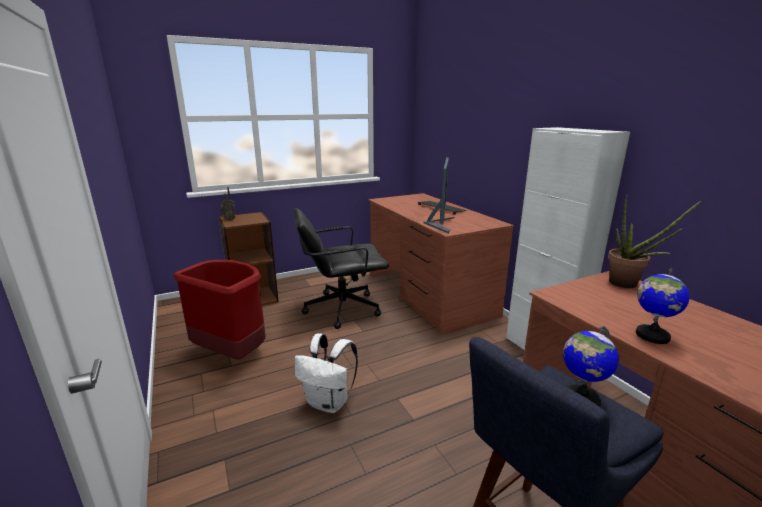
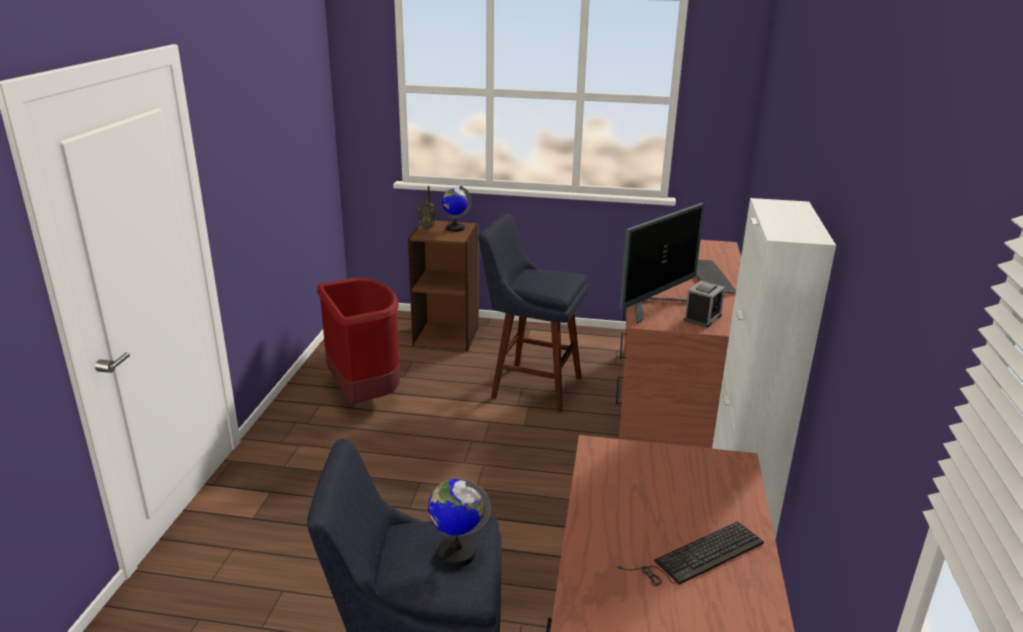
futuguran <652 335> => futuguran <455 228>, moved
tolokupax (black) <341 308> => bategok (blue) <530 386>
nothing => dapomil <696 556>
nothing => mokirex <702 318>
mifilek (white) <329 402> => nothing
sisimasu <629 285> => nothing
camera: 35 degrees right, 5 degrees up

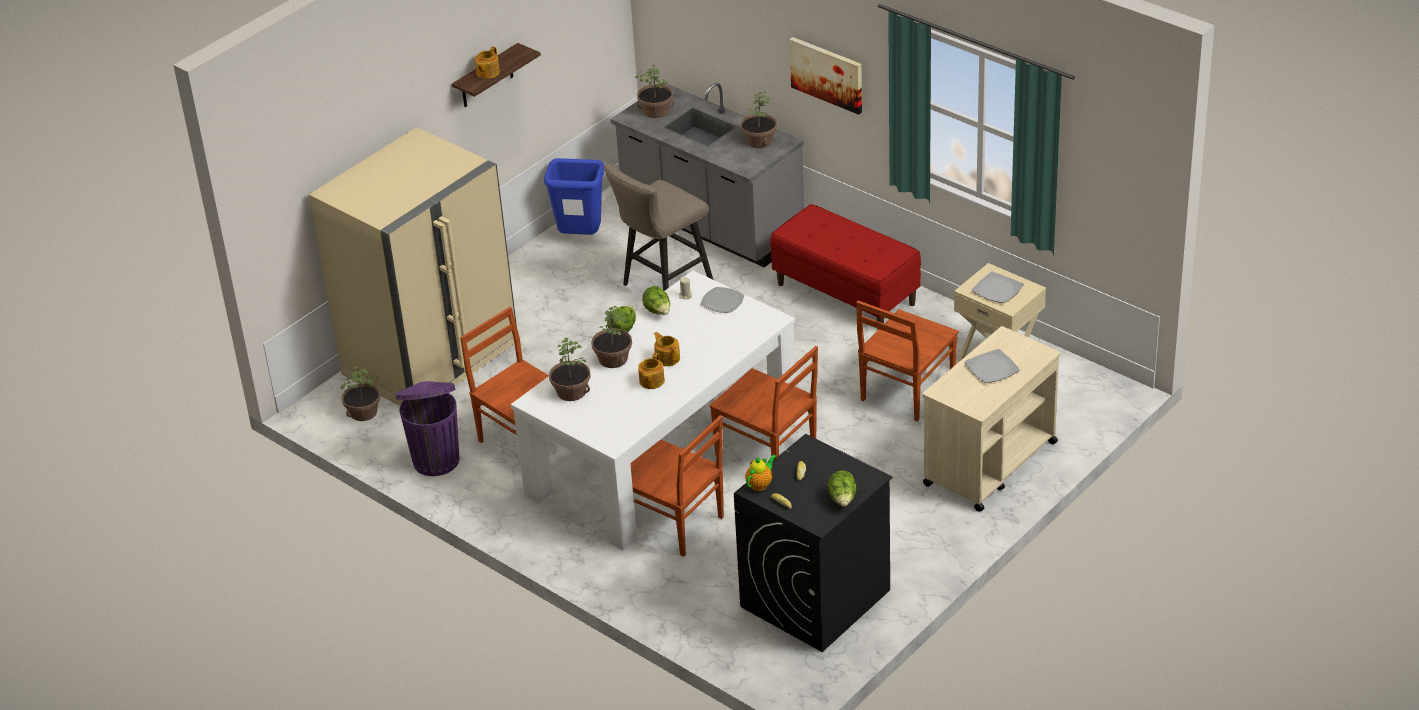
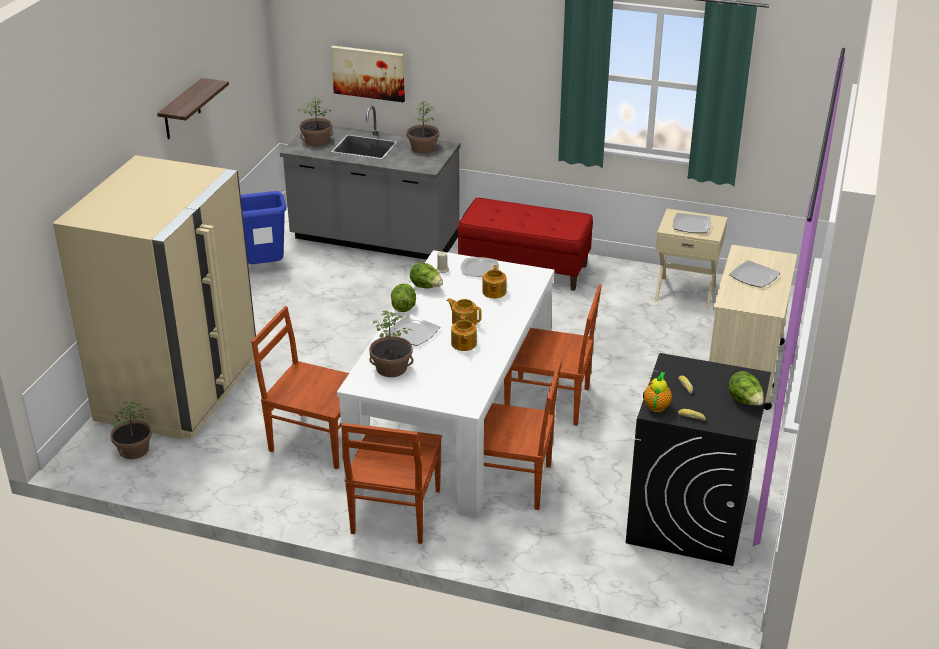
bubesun <827 74> => bubesun <368 73>, moved
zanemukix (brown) <906 392> => zanemukix (brown) <395 513>, moved
sisimasu <612 359> => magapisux <412 333>
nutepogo <487 72> => nutepogo <494 292>, moved
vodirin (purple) <436 459> => nothing
bategok (beige) <662 285> => nothing
camera: 25 degrees left, 5 degrees down

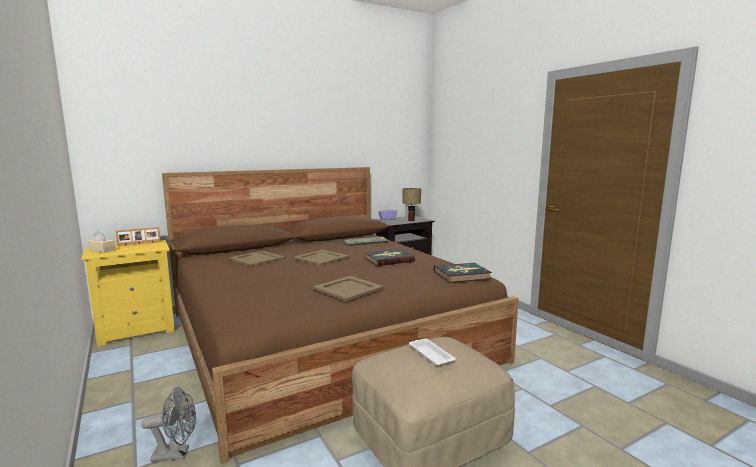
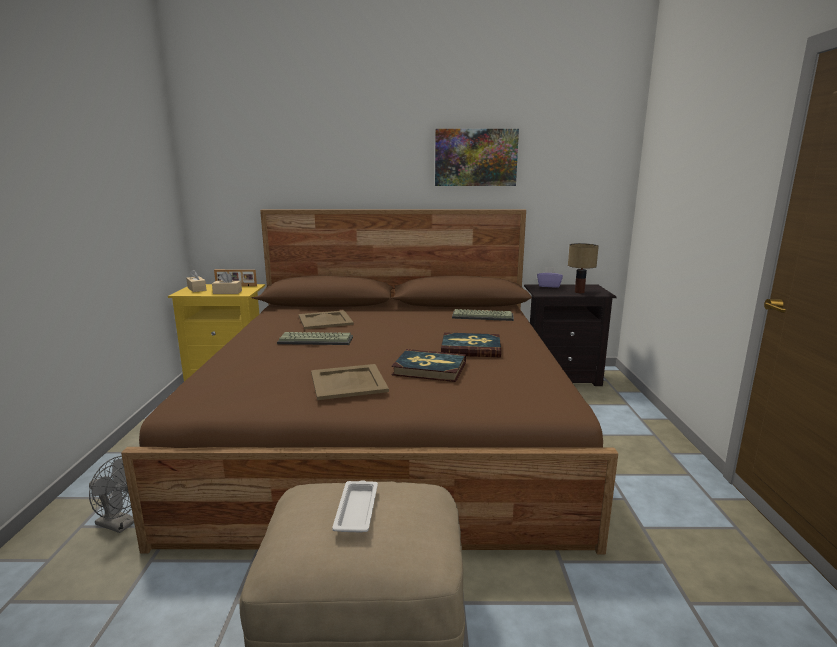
nothing => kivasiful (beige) <227 292>
nothing => dapomil <316 340>
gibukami <462 275> => gibukami <429 368>, moved
nothing => bubesun <475 157>
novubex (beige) <321 258> => nothing
camera: 30 degrees right, 5 degrees up

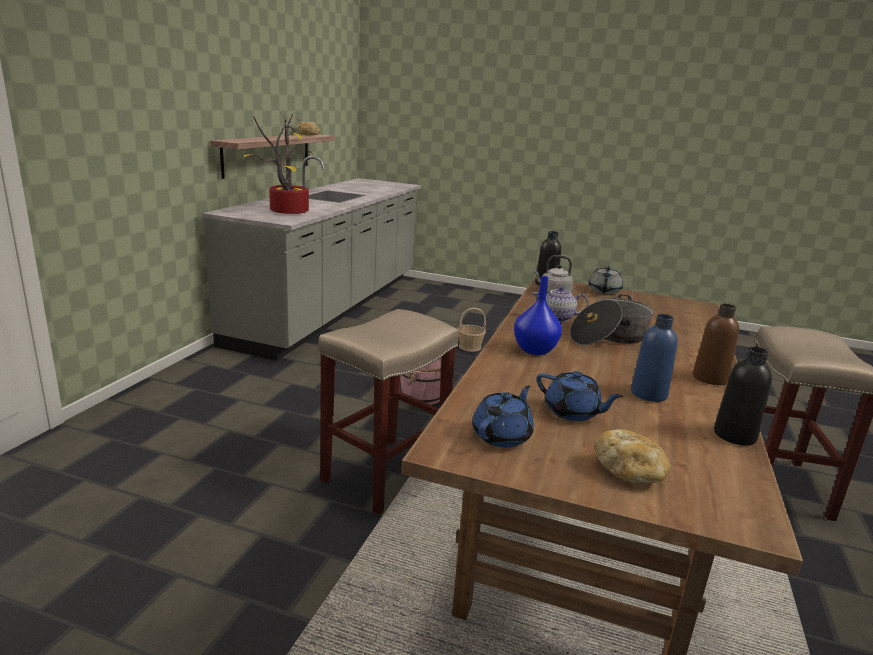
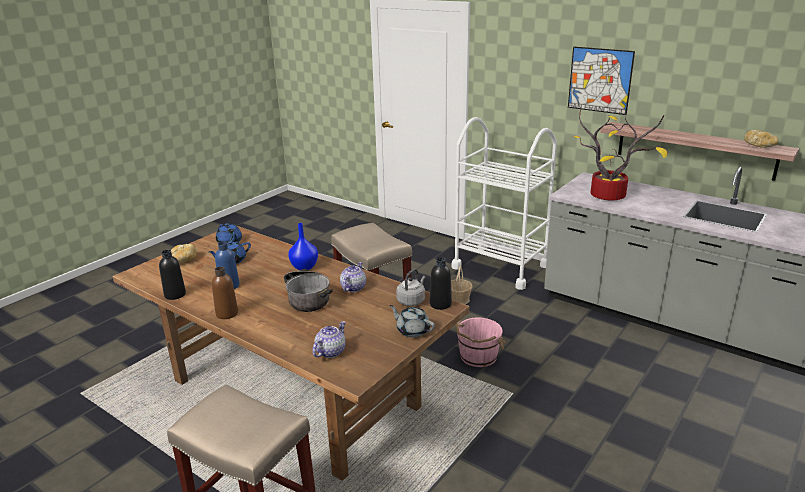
nothing => nutepogo <330 351>
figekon <469 347> => figekon <459 299>, moved
nothing => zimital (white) <500 266>
nothing => bubesun <600 80>
camera: 110 degrees right, 5 degrees up

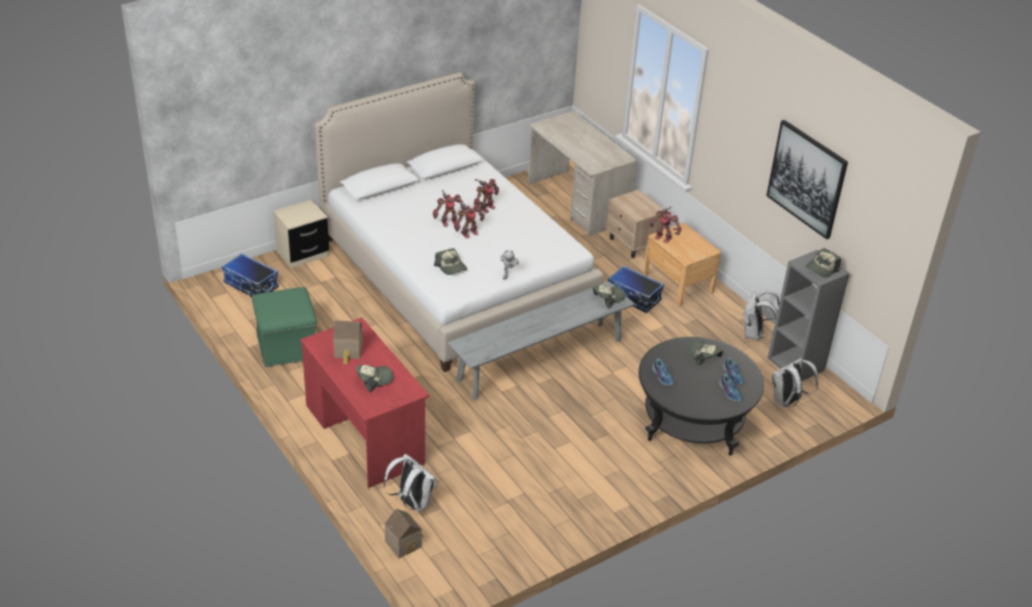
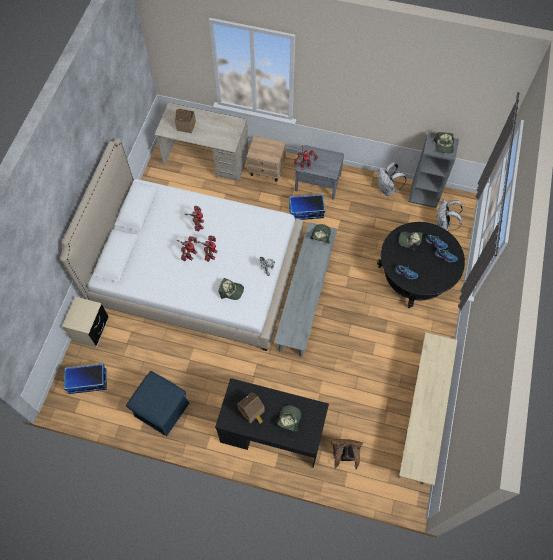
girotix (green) <286 346> => girotix (blue) <161 409>
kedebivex <404 543> => kedebivex <186 125>, moved
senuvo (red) <364 434> => senuvo (black) <272 433>
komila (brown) <678 283> => komila (grey) <318 182>
mifilek (white) <412 503> => mifilek (brown) <344 456>
nothing => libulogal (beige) <422 415>
bubesun <807 178> => nothing
camera: 40 degrees left, 25 degrees up

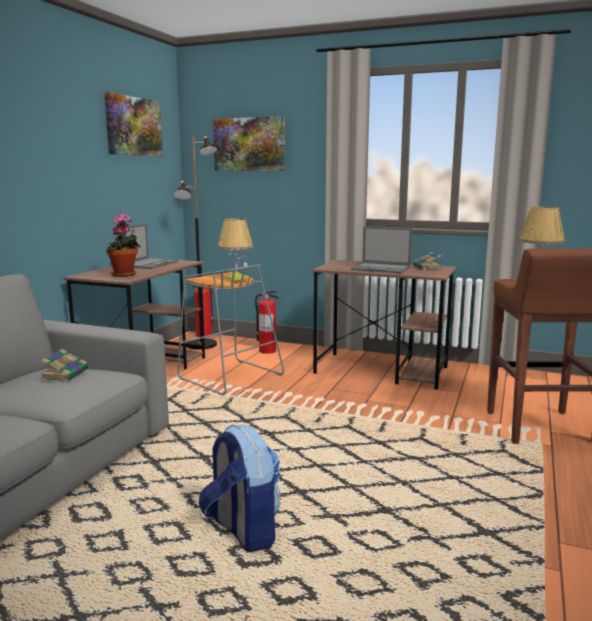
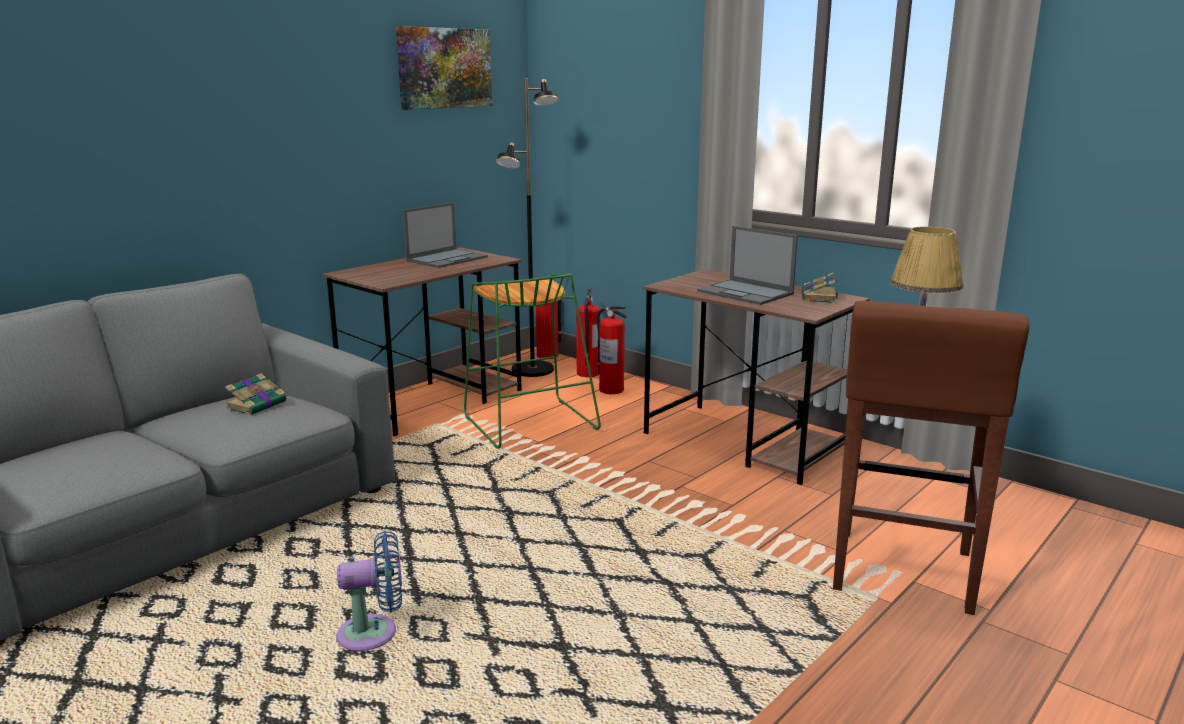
mifilek <242 531> => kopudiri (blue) <374 633>
bategok (grey) <229 377> => bategok (green) <528 423>
nothing => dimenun <588 373>
sisimasu <125 275> => nothing
bubesun <249 144> => nothing
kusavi <236 278> => nothing
camera: 20 degrees right, 5 degrees up

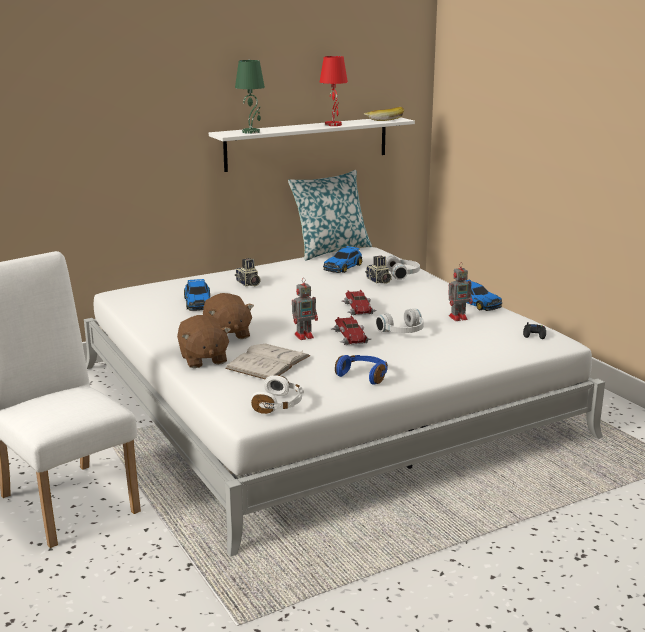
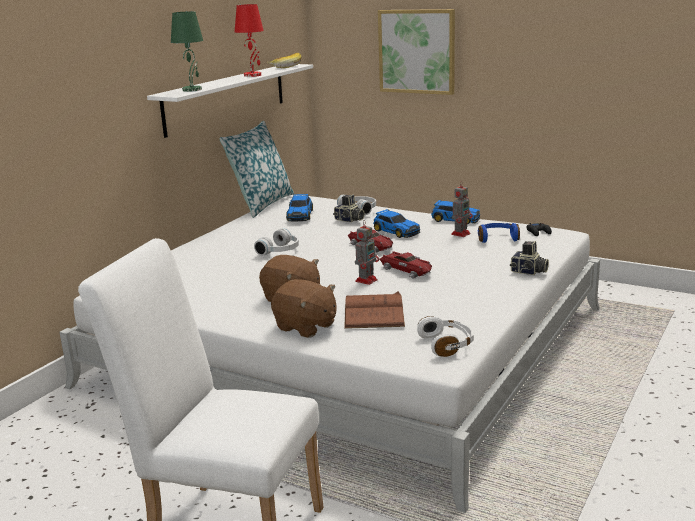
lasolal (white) <403 331> => lasolal (white) <281 251>, moved
gibukami (white) <268 362> => gibukami (brown) <374 311>
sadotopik <198 303> => sadotopik <396 231>, moved
nothing => bubesun <417 51>
lasolal (blue) <363 375> => lasolal (blue) <497 238>, moved
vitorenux <248 284> => vitorenux <529 272>, moved
camera: 30 degrees left, 0 degrees up

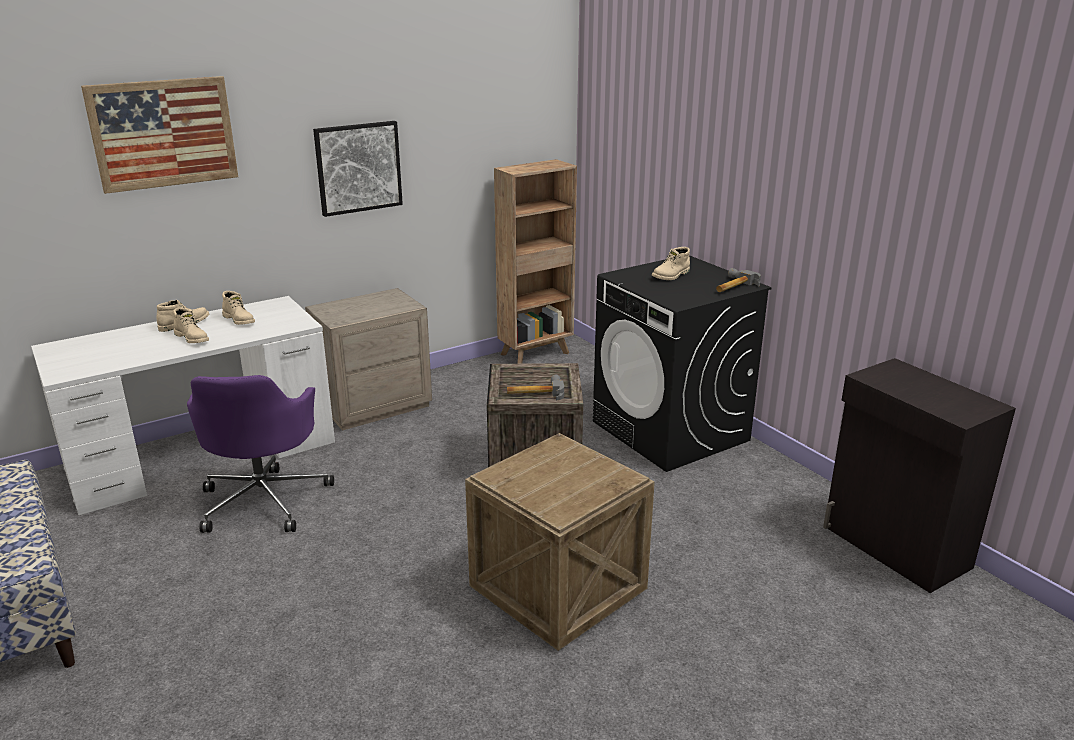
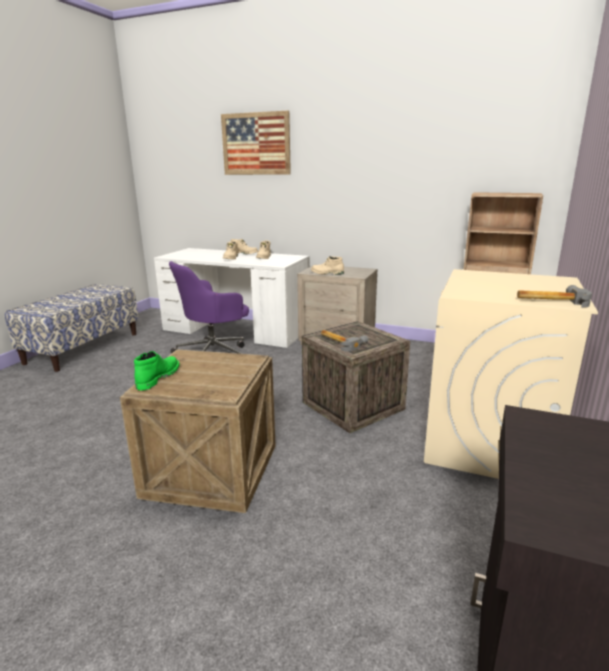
nothing => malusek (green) <157 378>
malusek (beige) <671 276> => malusek (beige) <327 273>, moved
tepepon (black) <671 431> => tepepon (beige) <488 443>
bubesun <358 167> => nothing
camera: 55 degrees right, 5 degrees down

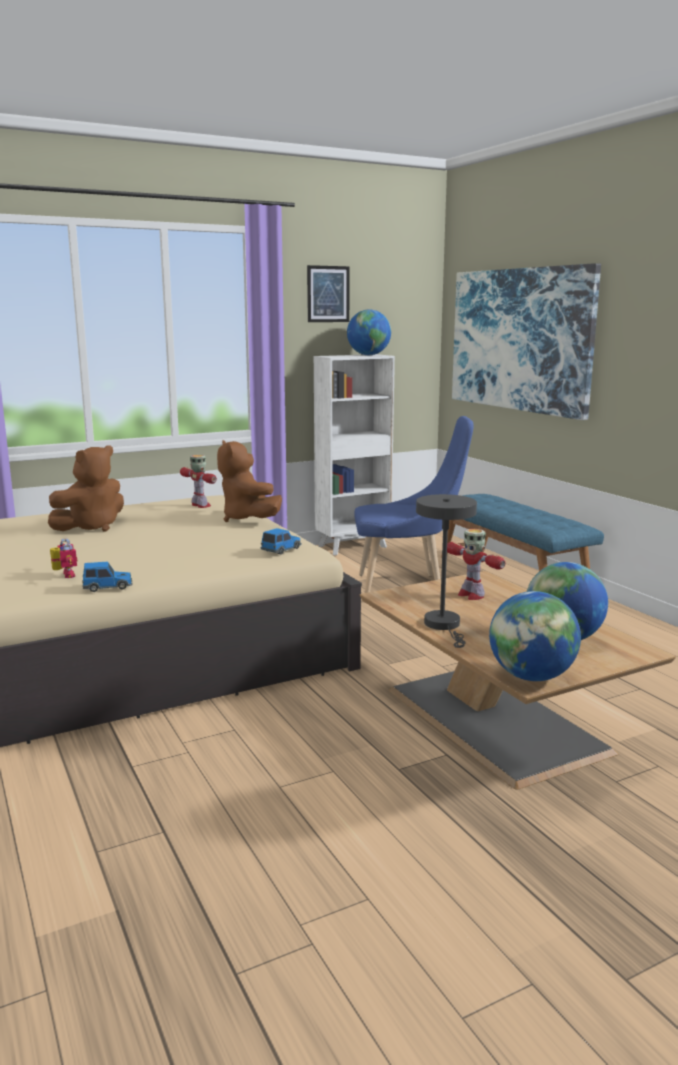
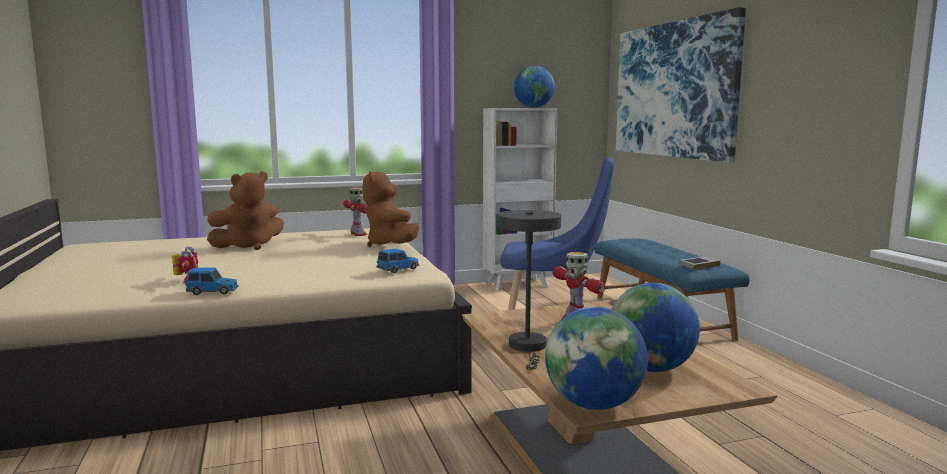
nothing => gibukami <699 265>
bubesun <328 294> => nothing
camera: 10 degrees right, 5 degrees down

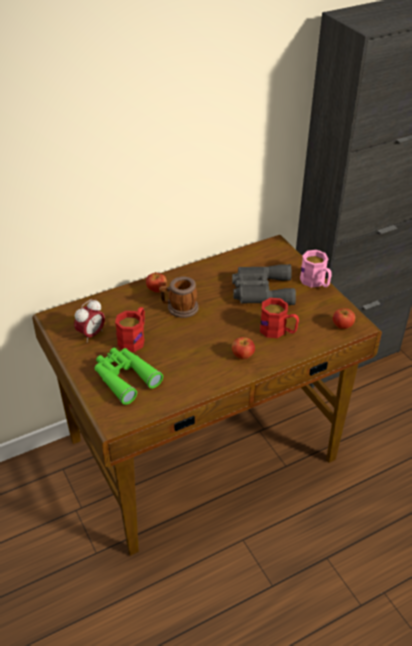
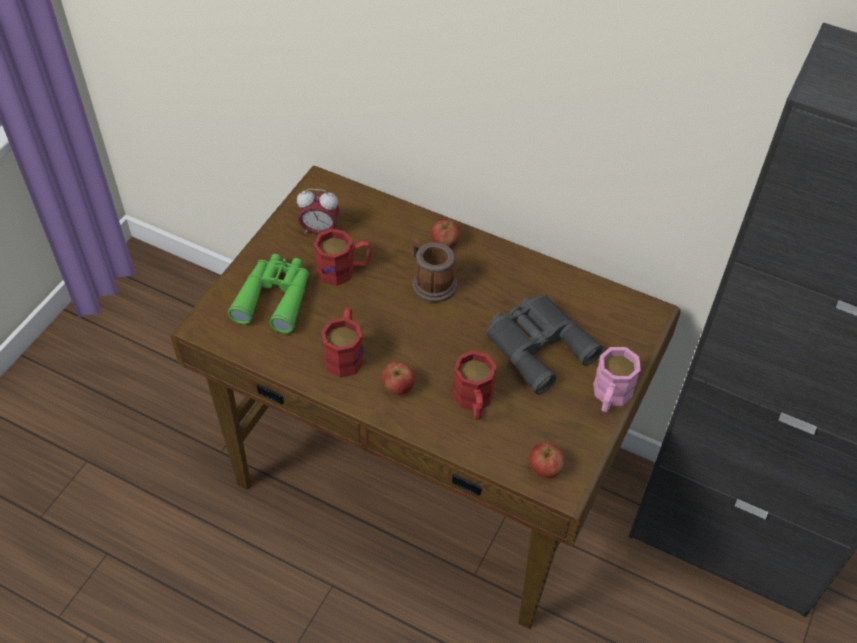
nothing => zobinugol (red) <345 353>
camera: 55 degrees right, 10 degrees up

